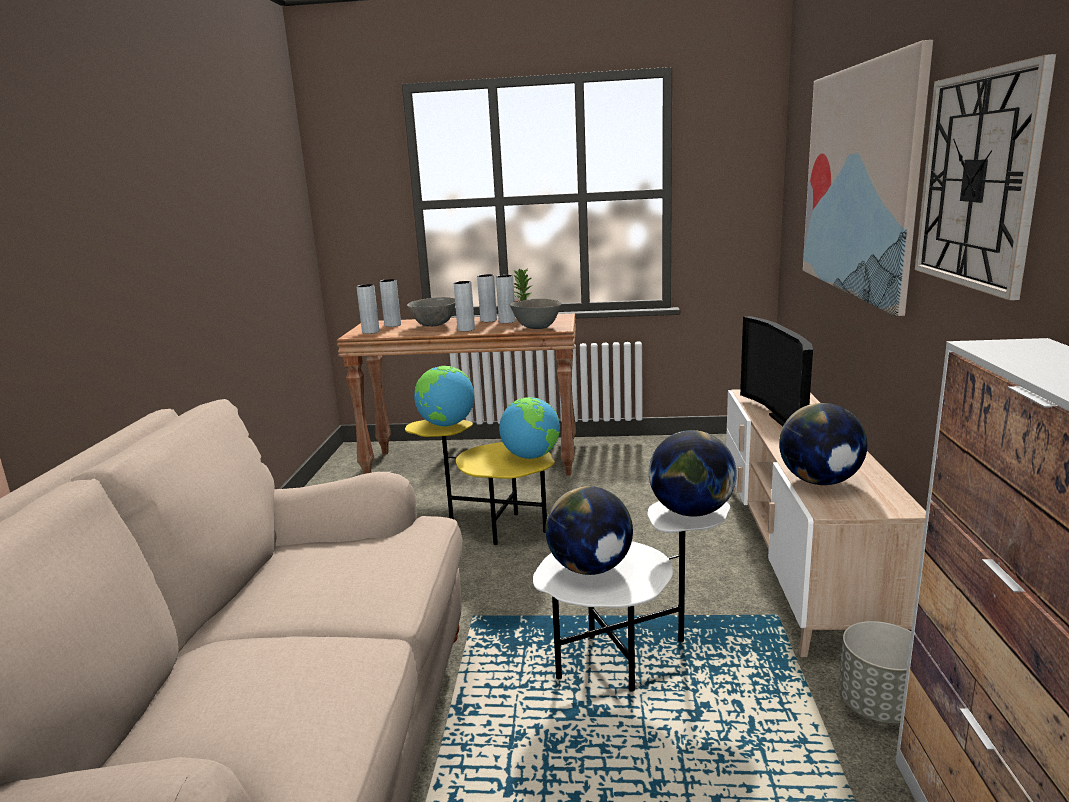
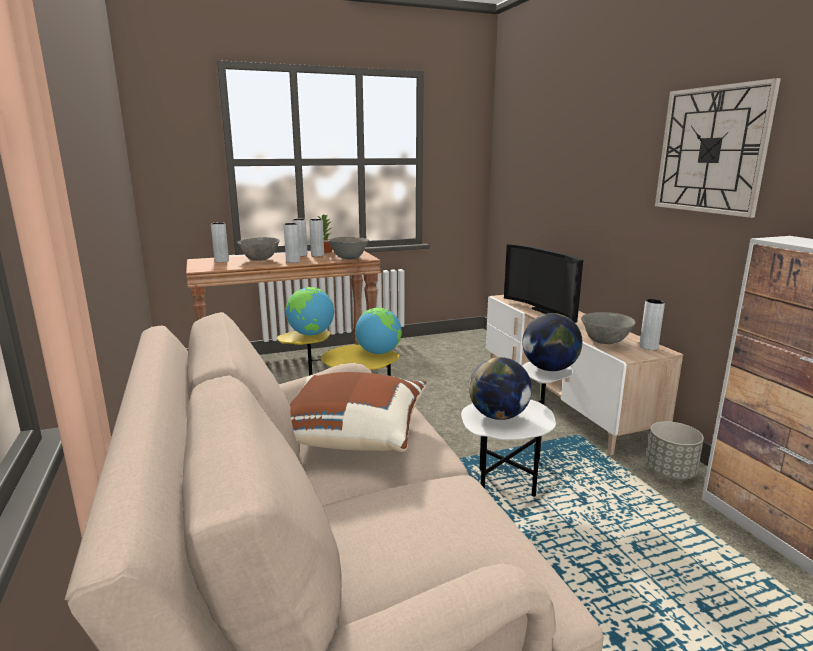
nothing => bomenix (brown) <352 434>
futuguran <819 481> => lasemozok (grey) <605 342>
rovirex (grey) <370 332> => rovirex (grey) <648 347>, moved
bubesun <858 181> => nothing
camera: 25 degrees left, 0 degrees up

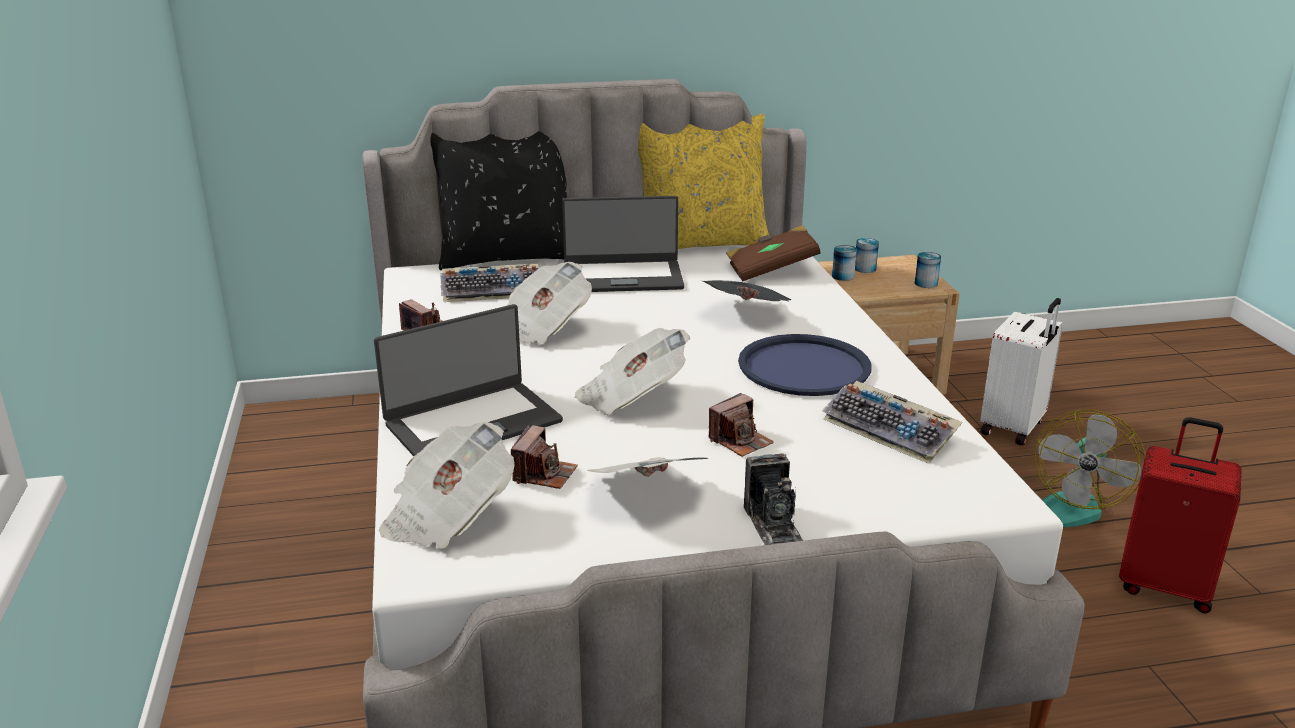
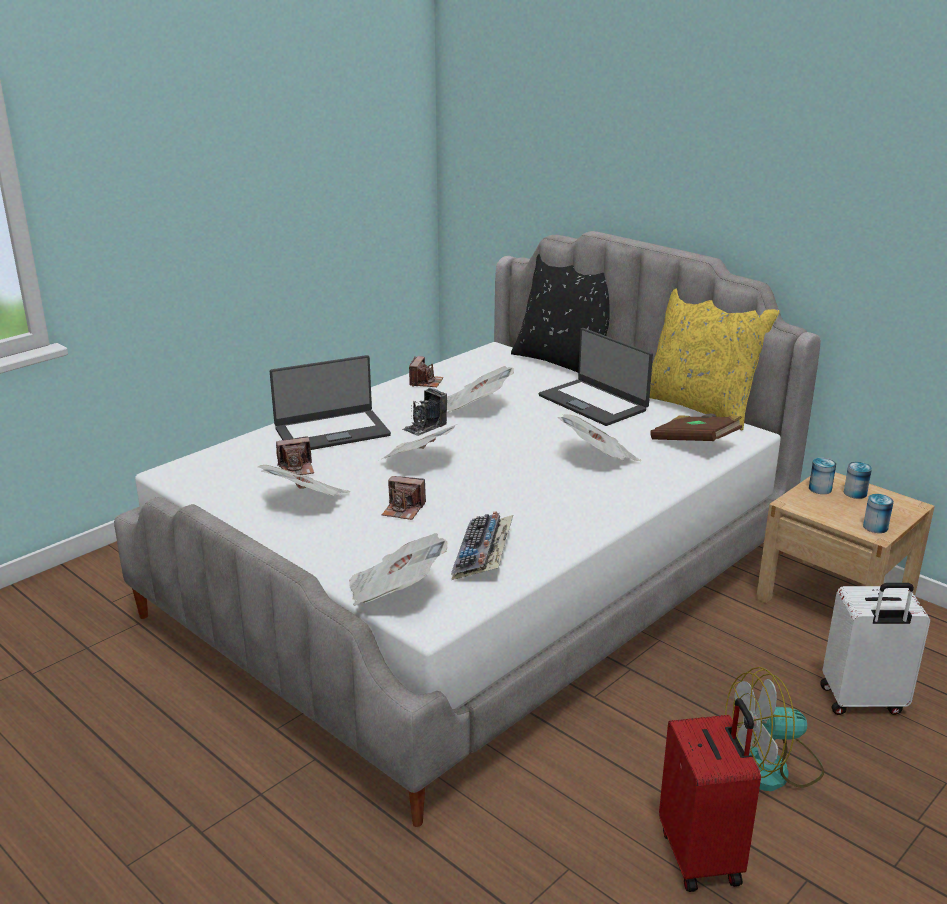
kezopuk <472 422> => kezopuk <331 431>, 45 degrees counterclockwise
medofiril <447 516> => medofiril <395 592>, moved
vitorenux <772 523> => vitorenux <425 427>, moved
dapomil <493 290> => nothing
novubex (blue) <804 367> => nothing
camera: 55 degrees right, 0 degrees up

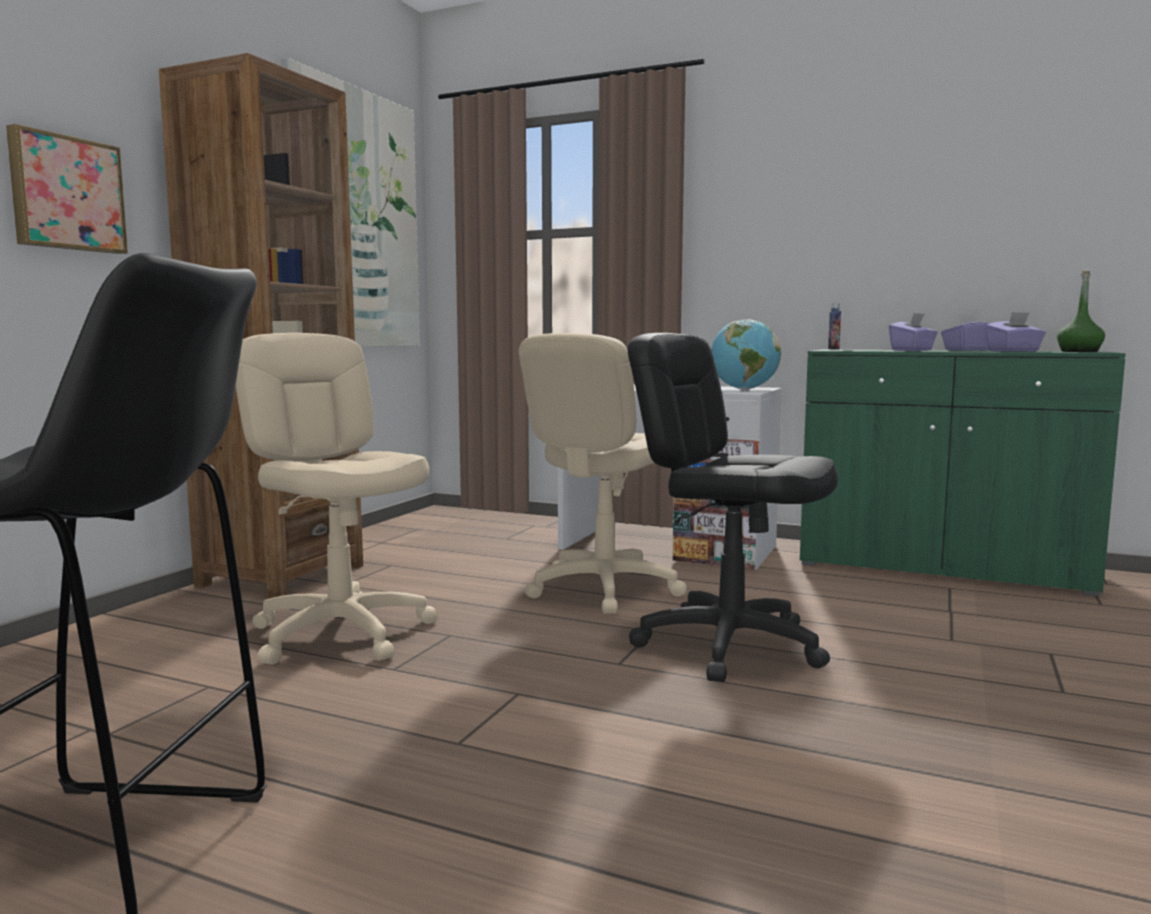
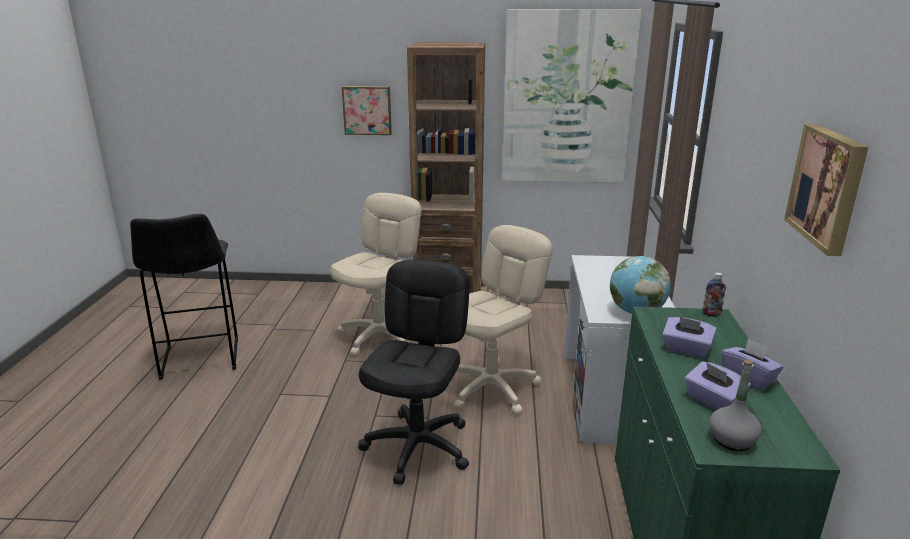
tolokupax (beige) <603 589> => tolokupax (beige) <491 388>, 120 degrees clockwise
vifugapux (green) <1079 351> => vifugapux (grey) <732 440>
nothing => bubesun <828 187>
camera: 70 degrees right, 15 degrees up

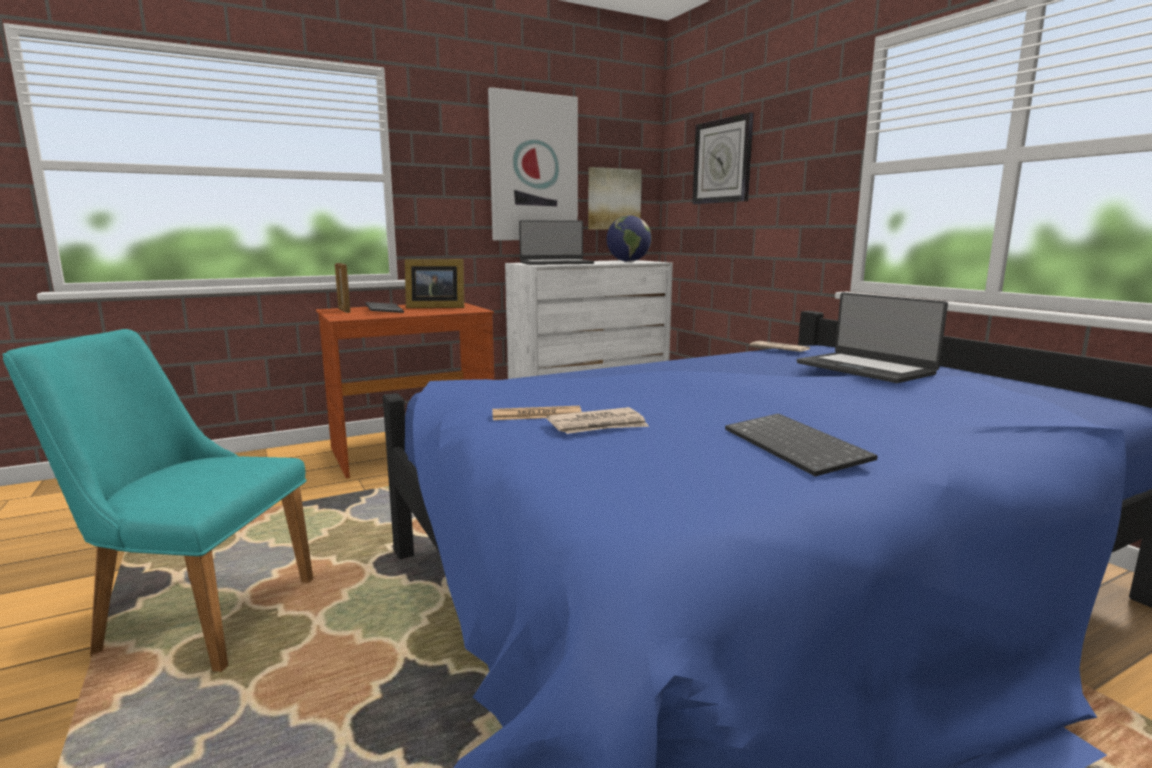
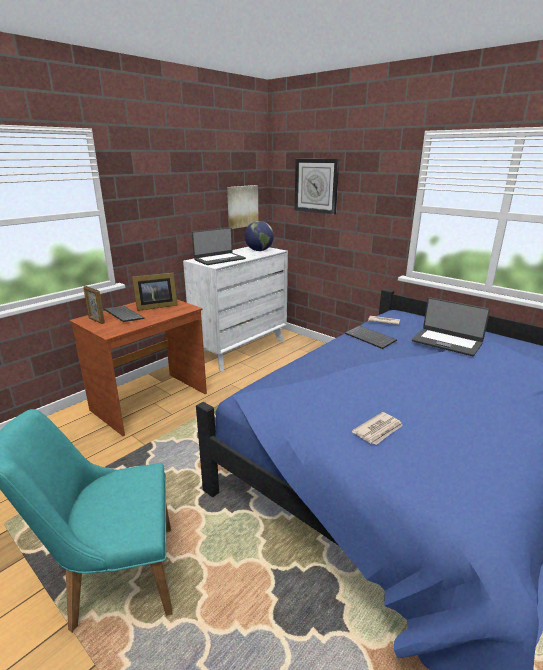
dapomil <797 447> => dapomil <371 338>, moved
bubesun <533 168> => nothing
medofiril <536 415> => nothing
camera: 20 degrees left, 10 degrees up

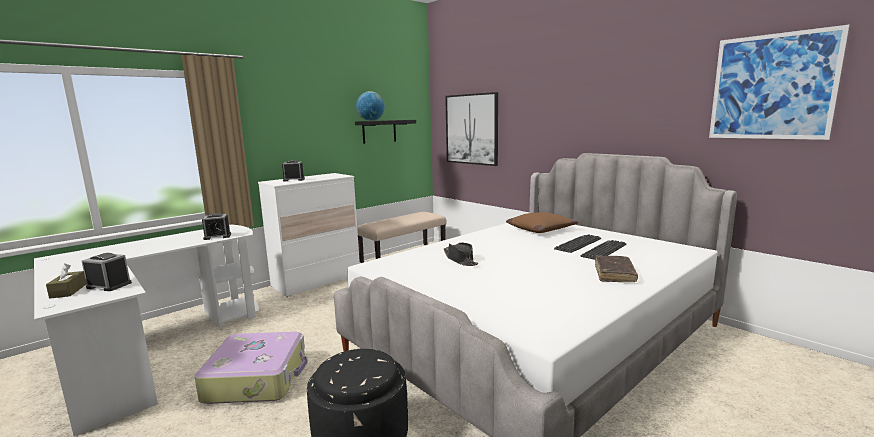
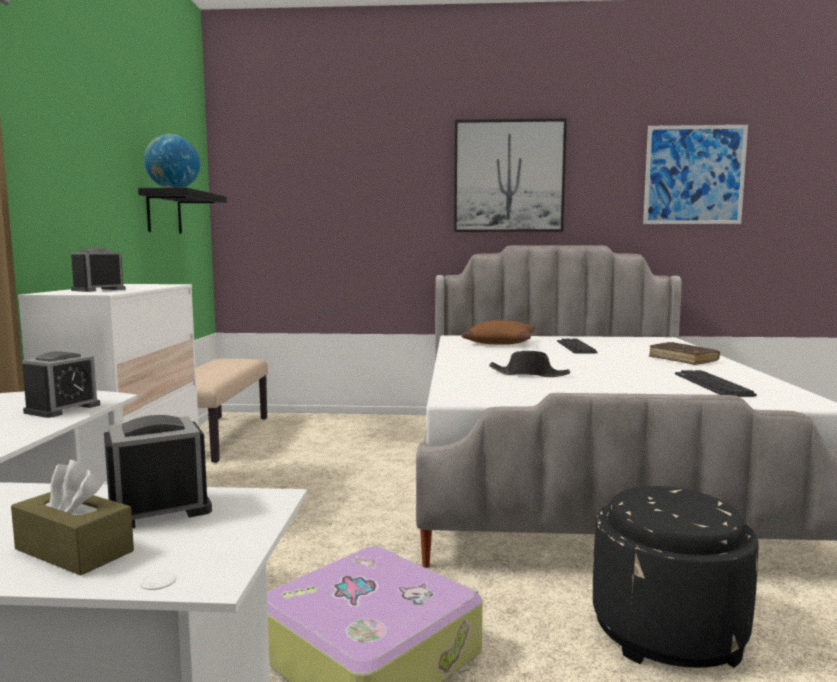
bubesun <471 129> => bubesun <509 176>, moved
dapomil <604 250> => dapomil <712 385>, moved
camera: 45 degrees left, 5 degrees down

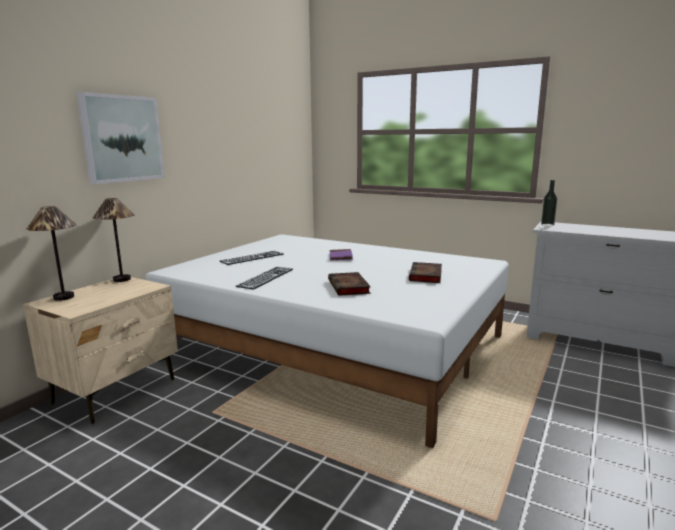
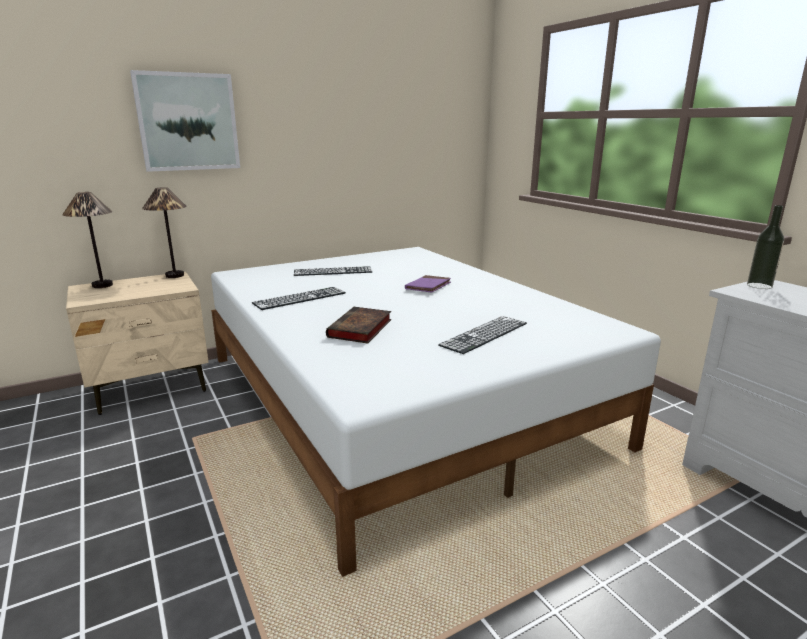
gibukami <426 276> => dapomil <484 334>
camera: 30 degrees right, 5 degrees up

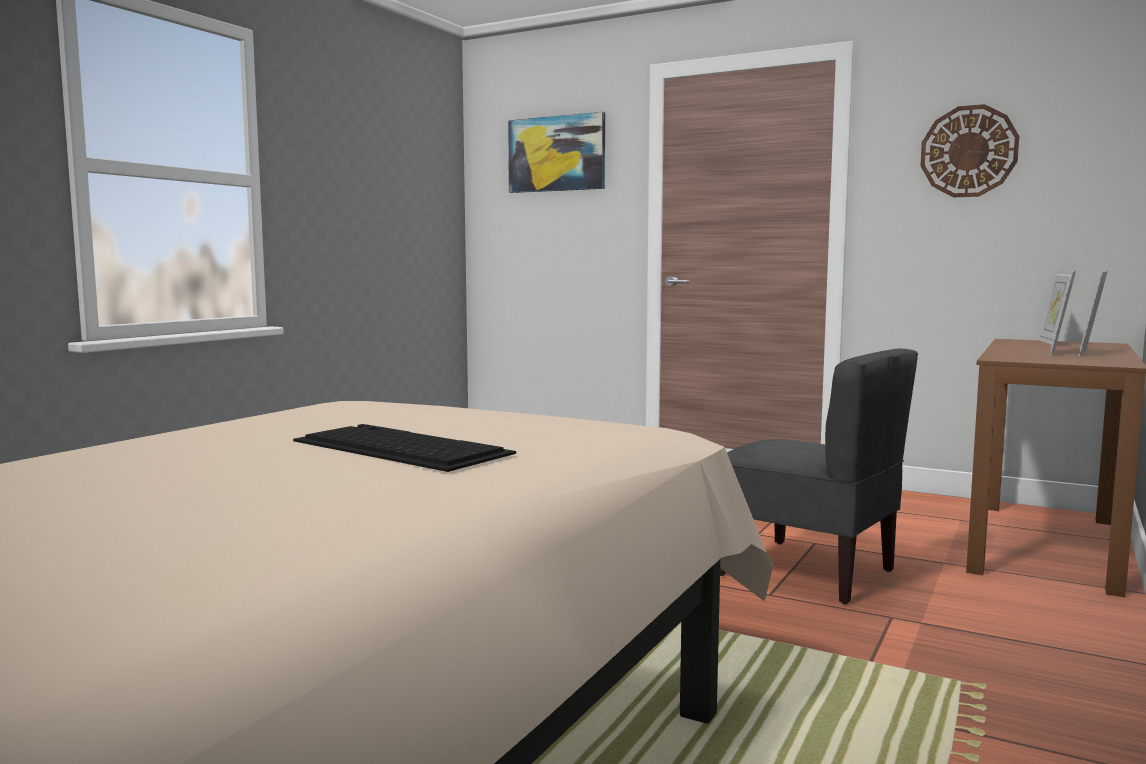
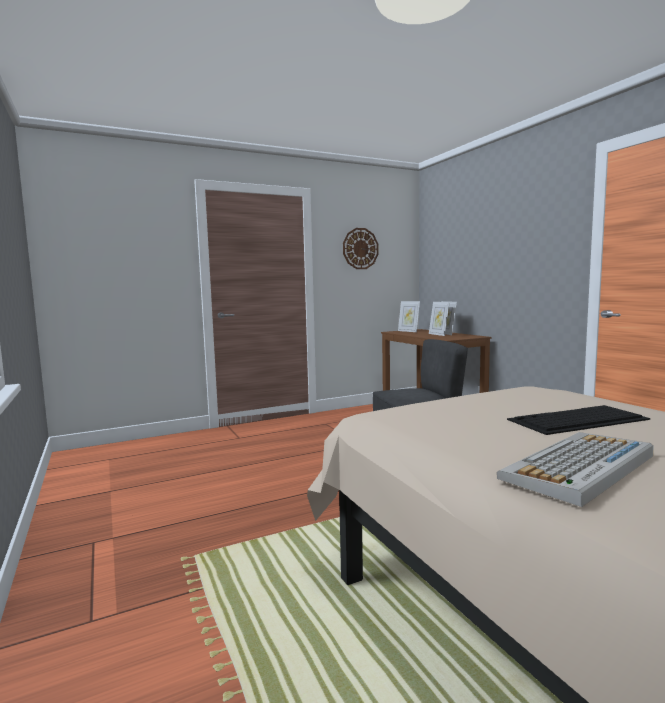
nothing => dapomil <579 467>
bubesun <556 154> => nothing
camera: 55 degrees left, 0 degrees up

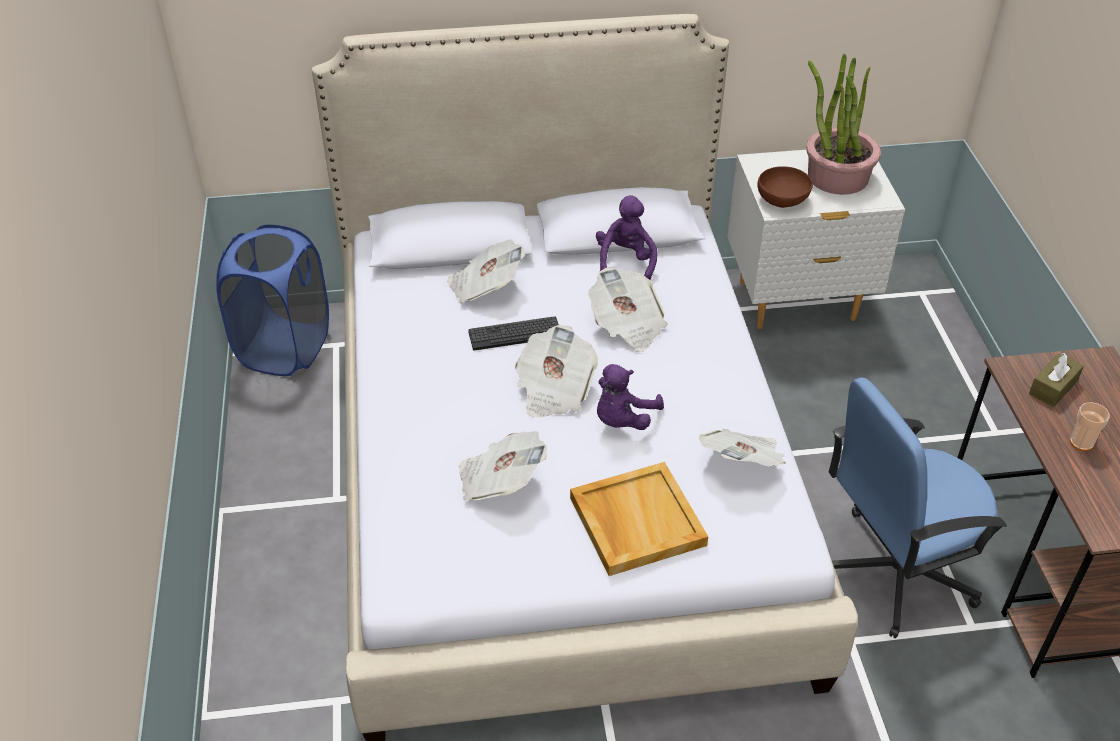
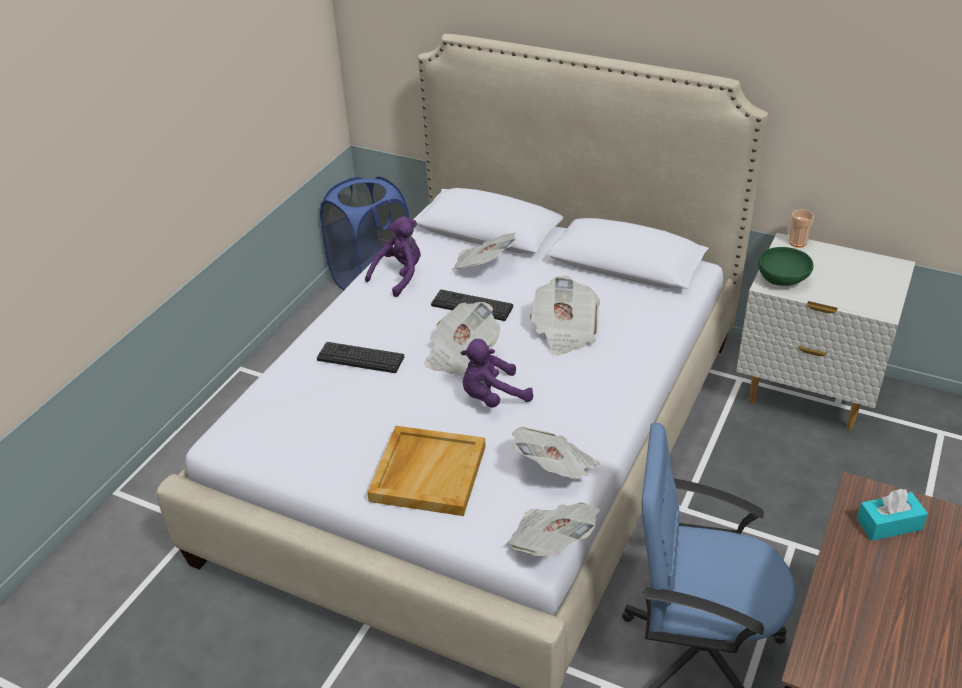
nothing => dapomil <360 358>
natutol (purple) <625 262> => natutol (purple) <399 276>, moved
medofiril <500 481> => medofiril <551 543>, moved
lasemozok (brown) <783 200> => lasemozok (green) <783 279>
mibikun <1081 442> => mibikun <797 242>, moved
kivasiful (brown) <1053 387> => kivasiful (turquoise) <889 524>
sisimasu <837 177> => nothing
camera: 35 degrees right, 5 degrees down

